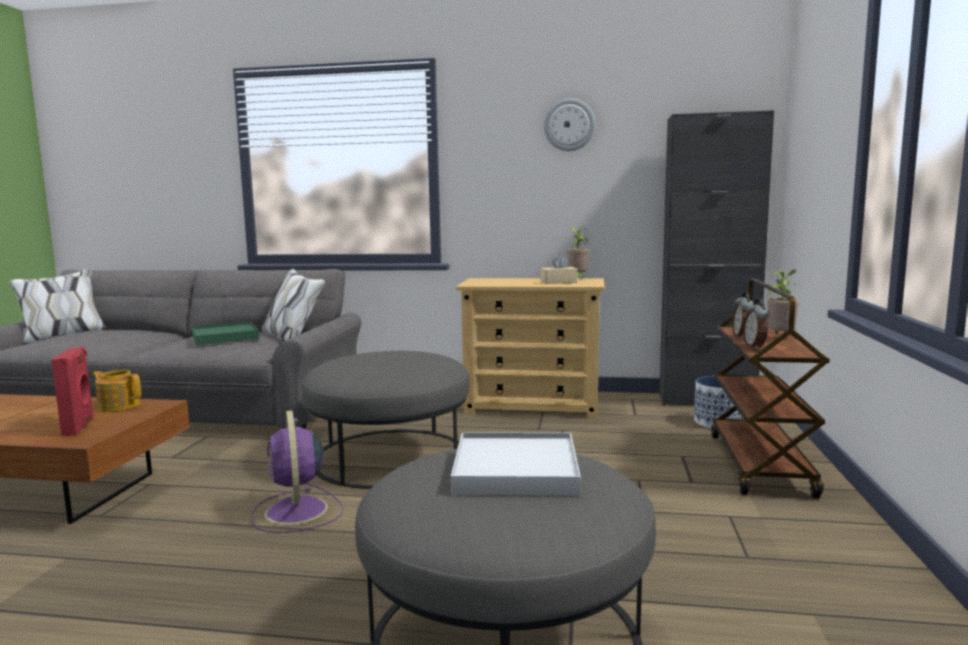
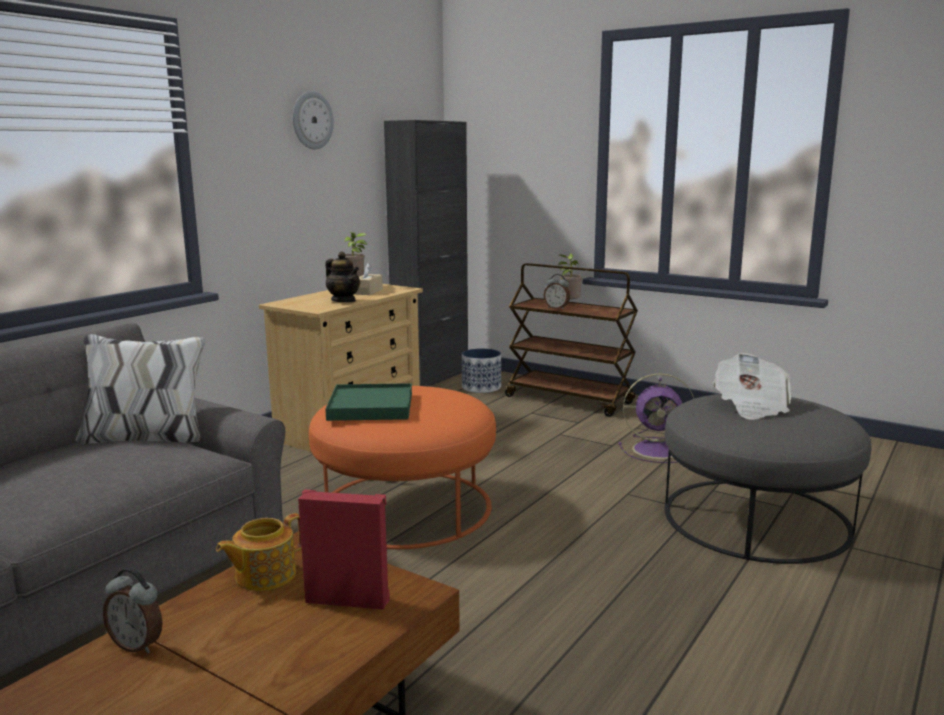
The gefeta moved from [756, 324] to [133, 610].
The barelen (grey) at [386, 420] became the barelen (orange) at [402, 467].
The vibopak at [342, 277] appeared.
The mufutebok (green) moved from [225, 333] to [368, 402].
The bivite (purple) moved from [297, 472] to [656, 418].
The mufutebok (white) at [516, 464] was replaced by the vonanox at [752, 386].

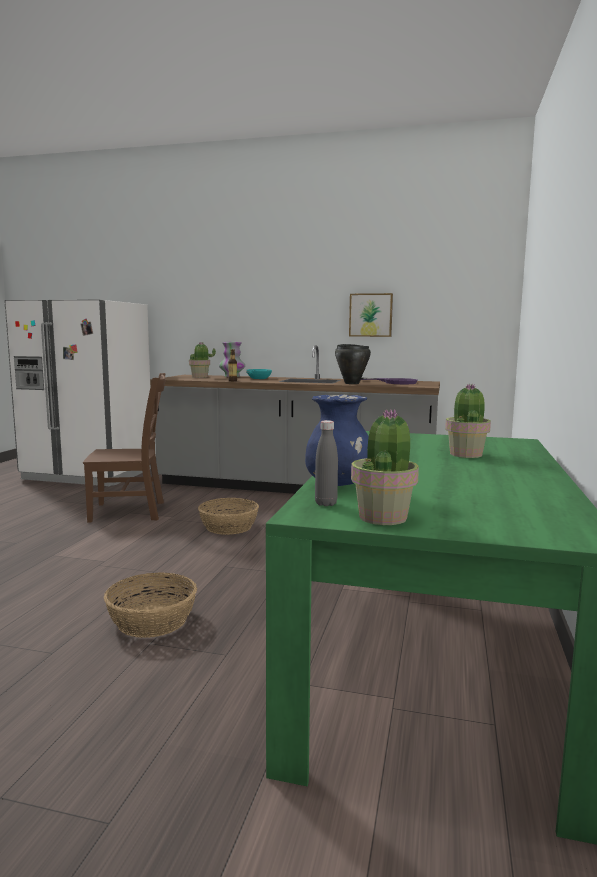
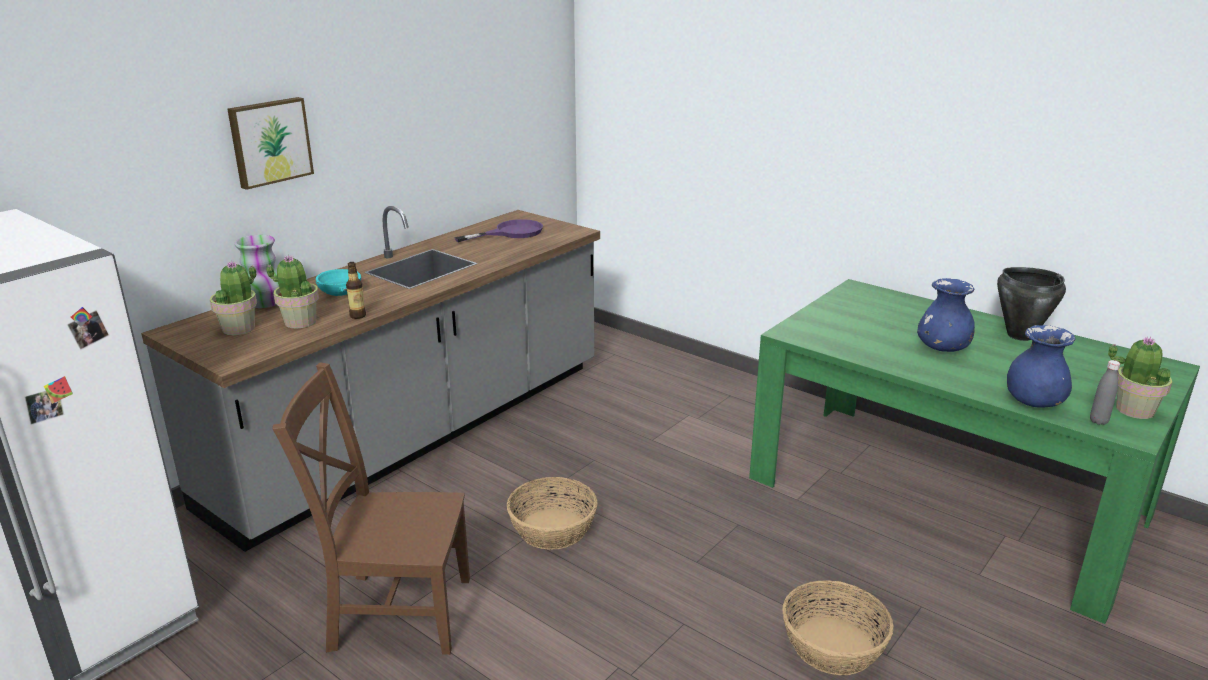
The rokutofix moved from [371, 315] to [270, 143].
The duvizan moved from [468, 421] to [293, 291].
The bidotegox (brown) at [124, 448] turned 105 degrees counterclockwise.
The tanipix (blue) at [946, 315] appeared.
The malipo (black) moved from [353, 364] to [1031, 304].

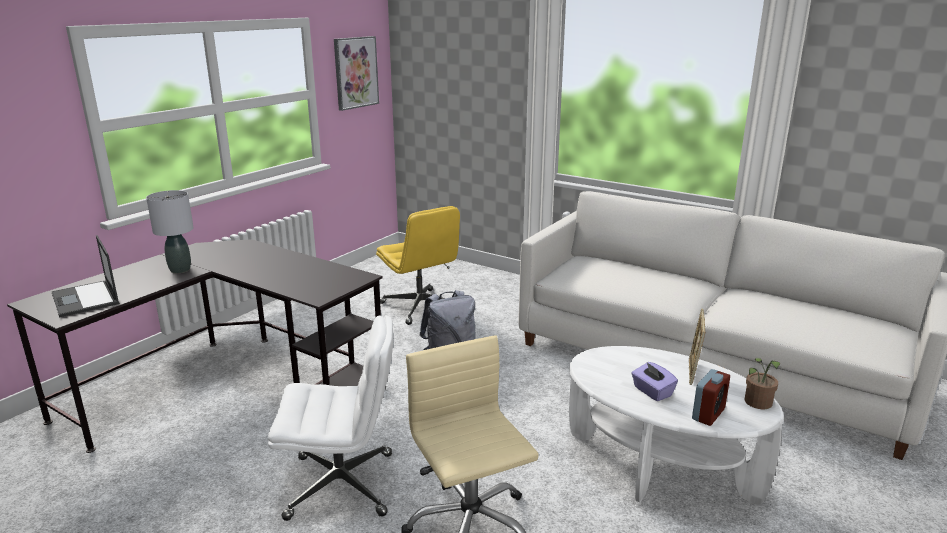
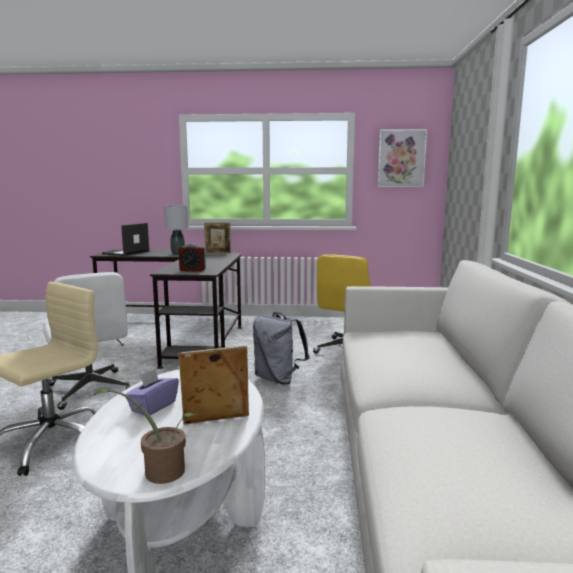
The gefeta moved from [711, 397] to [192, 258].
The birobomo at [217, 238] appeared.

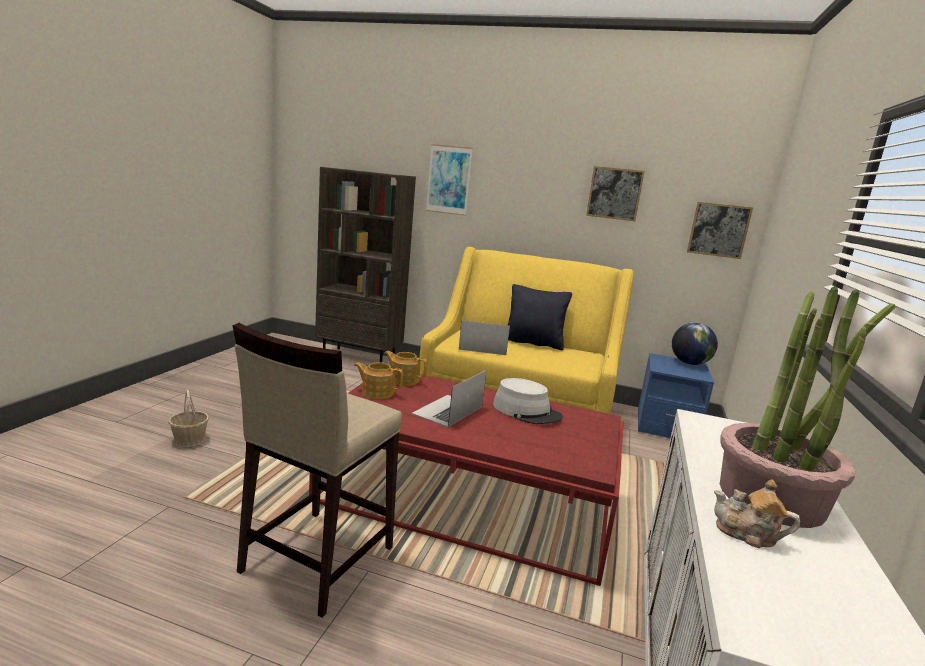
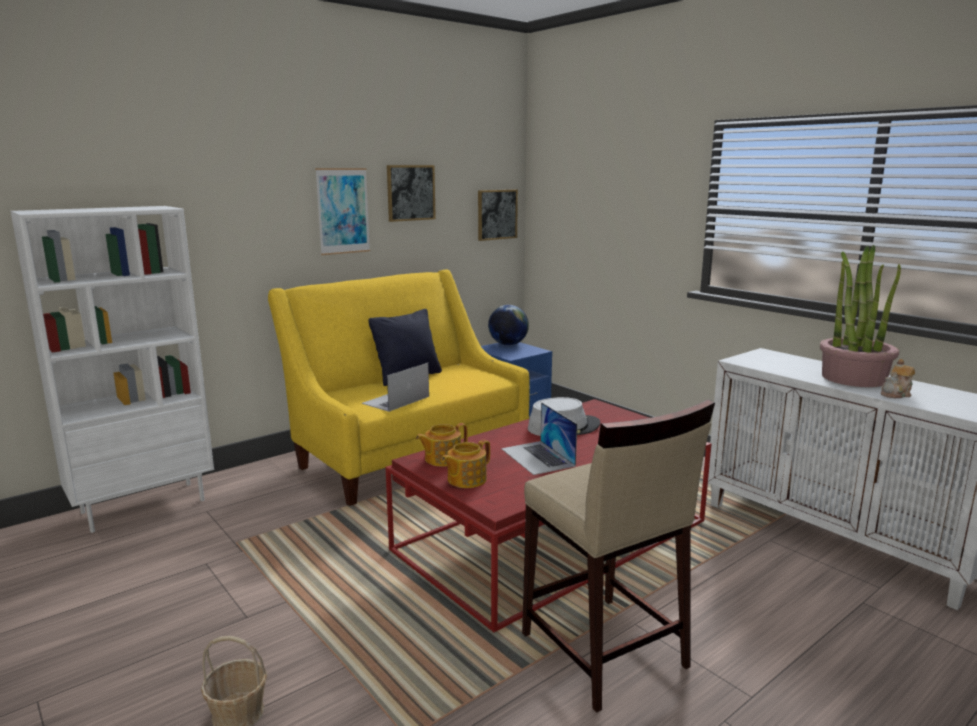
The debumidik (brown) at [365, 264] became the debumidik (white) at [112, 369].
The rokutofix moved from [449, 180] to [342, 211].

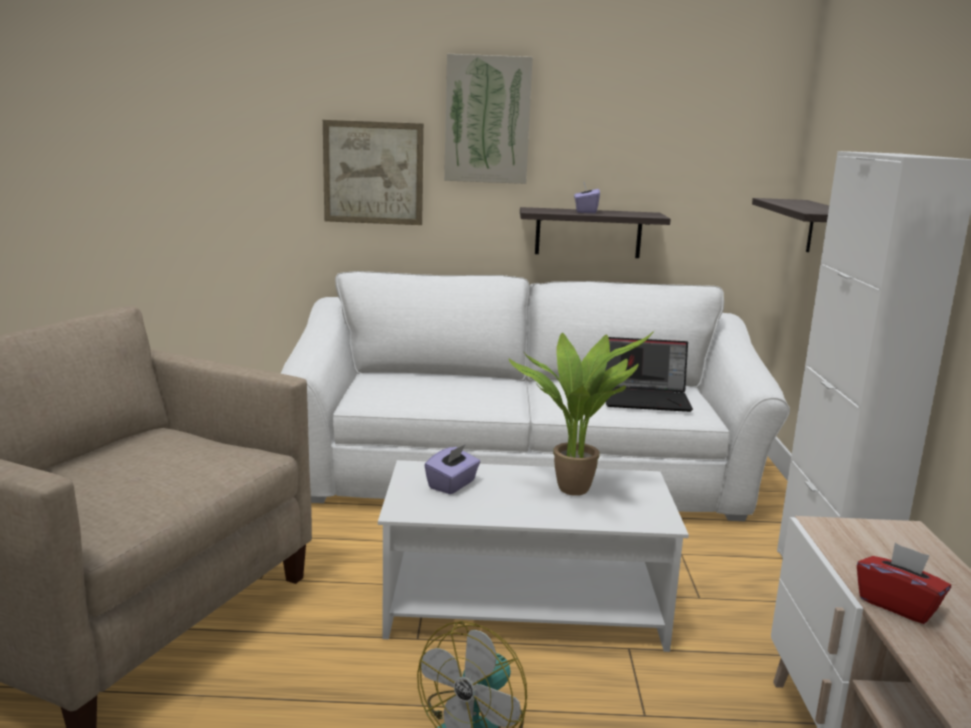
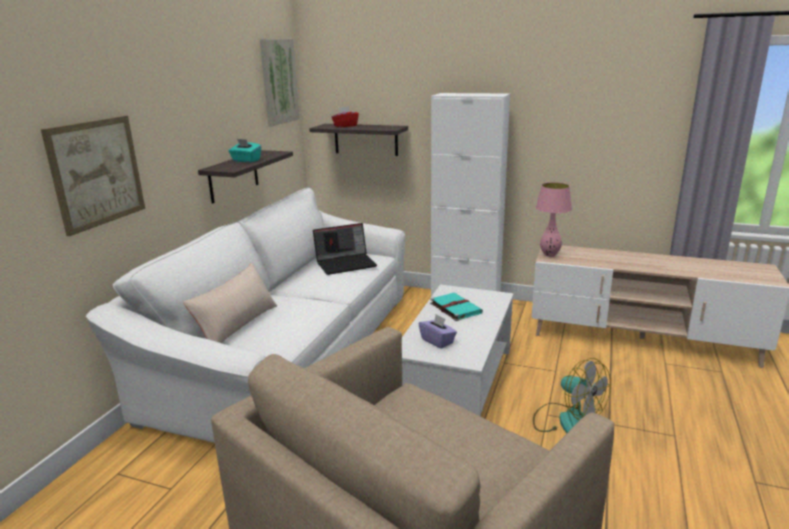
The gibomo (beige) at [230, 303] appeared.
The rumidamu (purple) at [587, 197] became the rumidamu (turquoise) at [245, 151].
The rokutofix moved from [488, 119] to [280, 82].
The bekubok at [649, 374] turned 45 degrees clockwise.
The rumidamu (red) moved from [904, 583] to [345, 116].
The duvizan at [581, 413] was replaced by the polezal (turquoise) at [456, 307].
The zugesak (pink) at [554, 219] appeared.

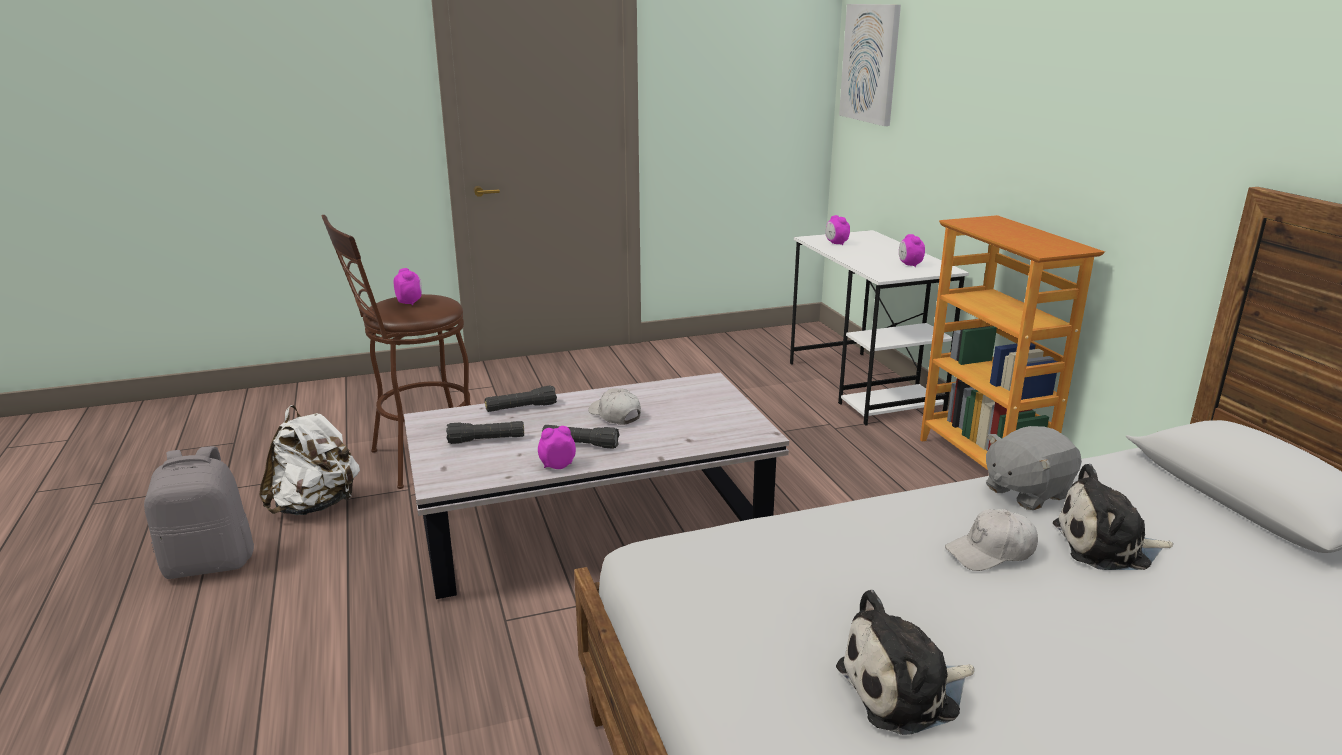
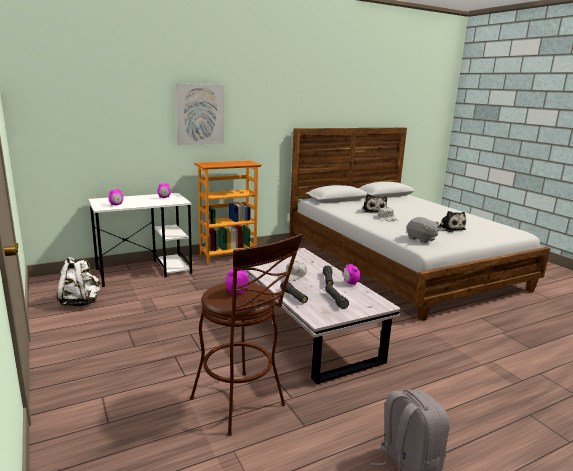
The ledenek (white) moved from [309, 460] to [78, 282].
The rokutofix moved from [870, 65] to [199, 114].
The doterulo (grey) moved from [1034, 468] to [422, 230].

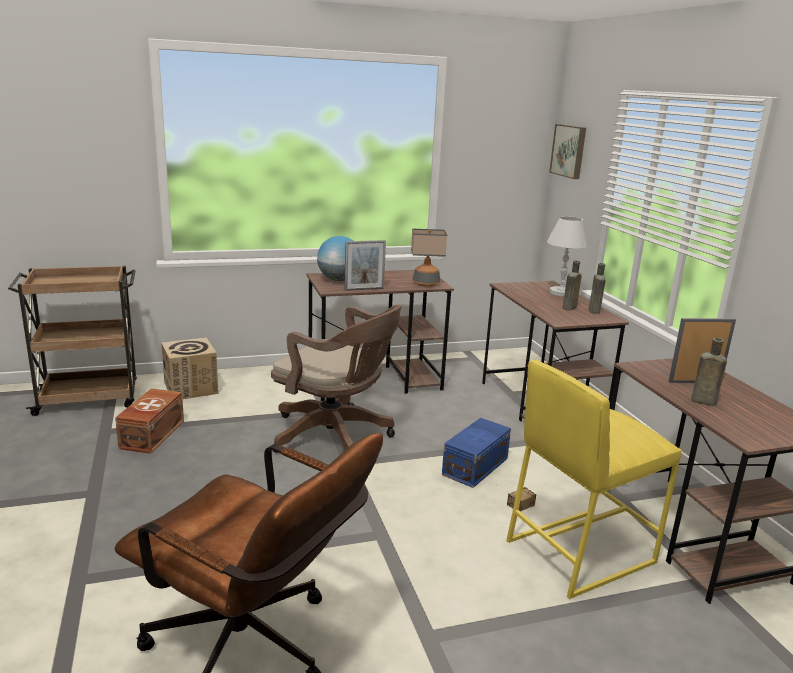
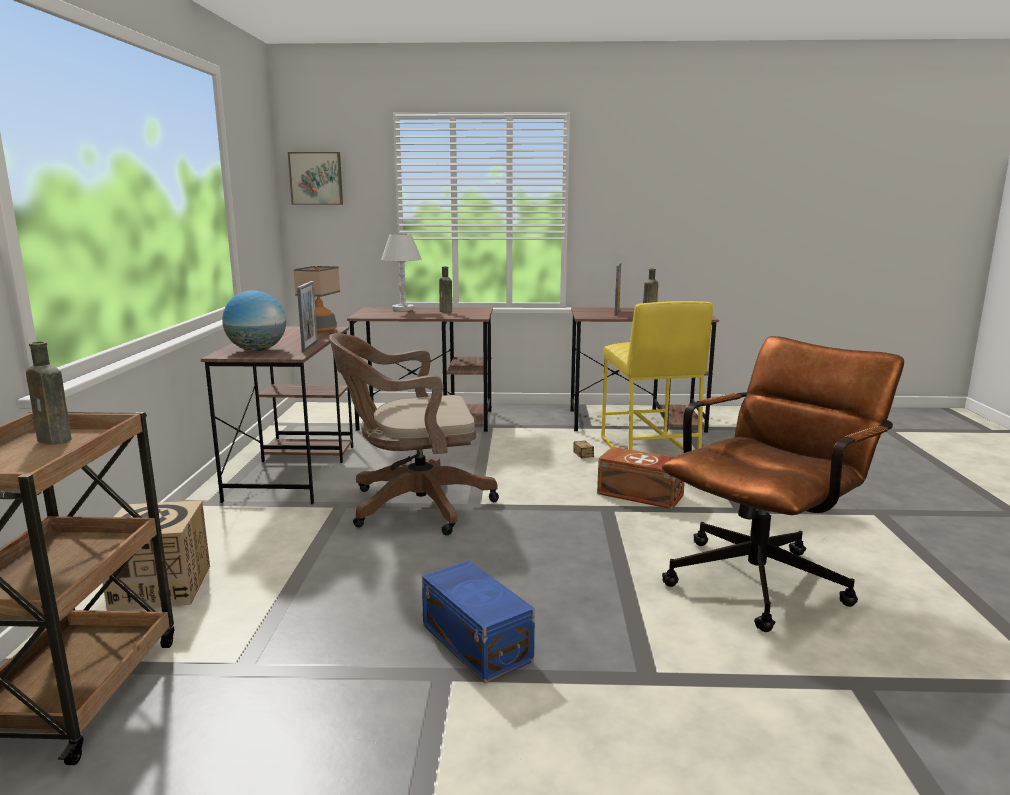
The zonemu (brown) moved from [597, 288] to [48, 393].
The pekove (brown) at [336, 379] turned 150 degrees counterclockwise.
The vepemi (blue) moved from [476, 453] to [478, 622].
The vepemi (brown) moved from [149, 421] to [641, 478].

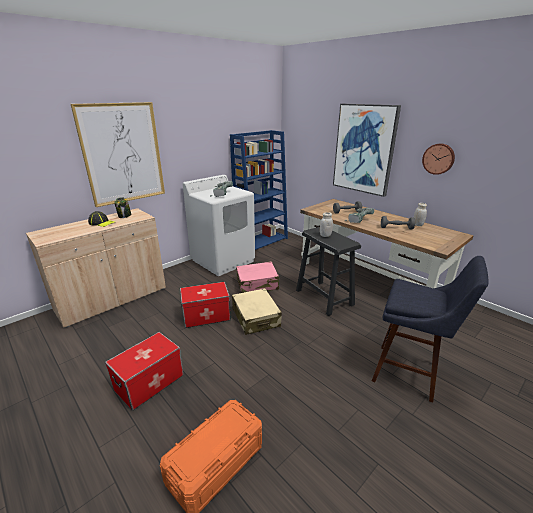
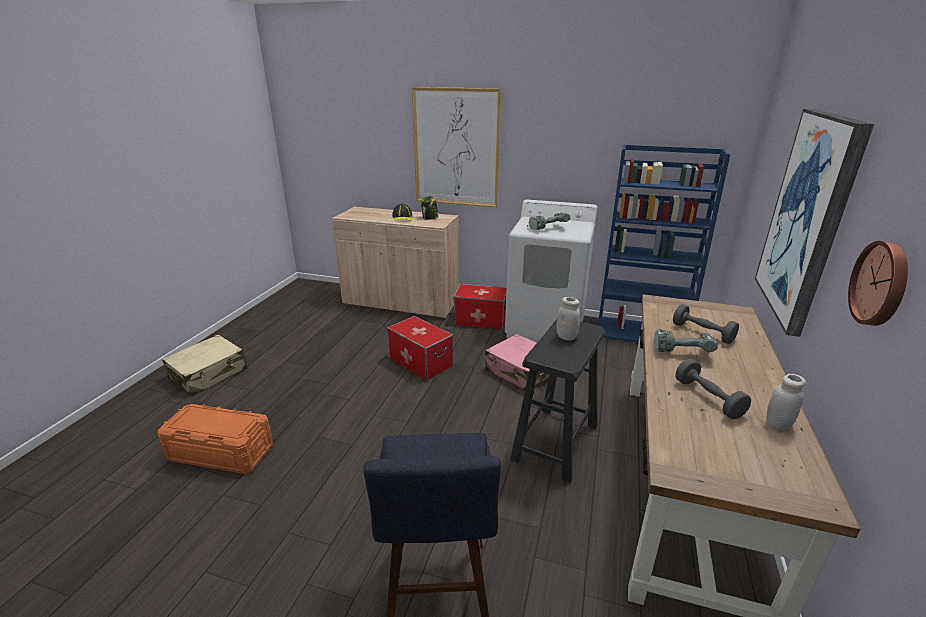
The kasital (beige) moved from [257, 311] to [204, 365].
The vepemi moved from [144, 371] to [480, 307].

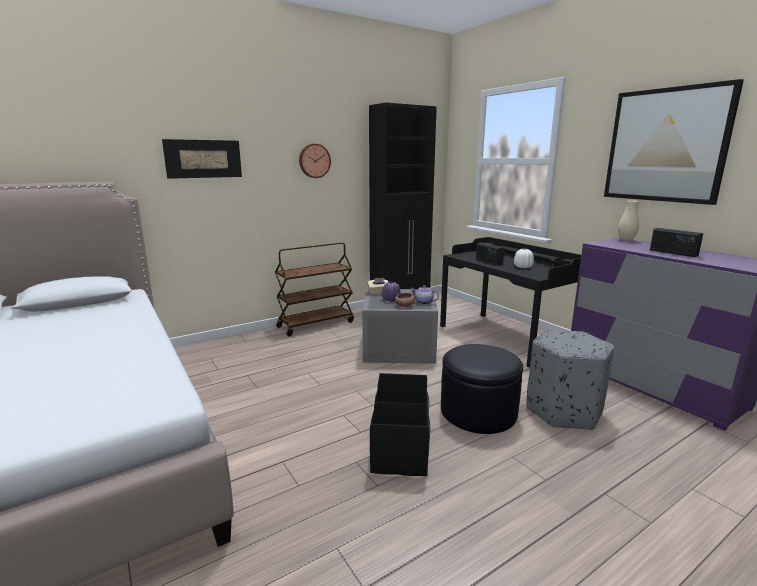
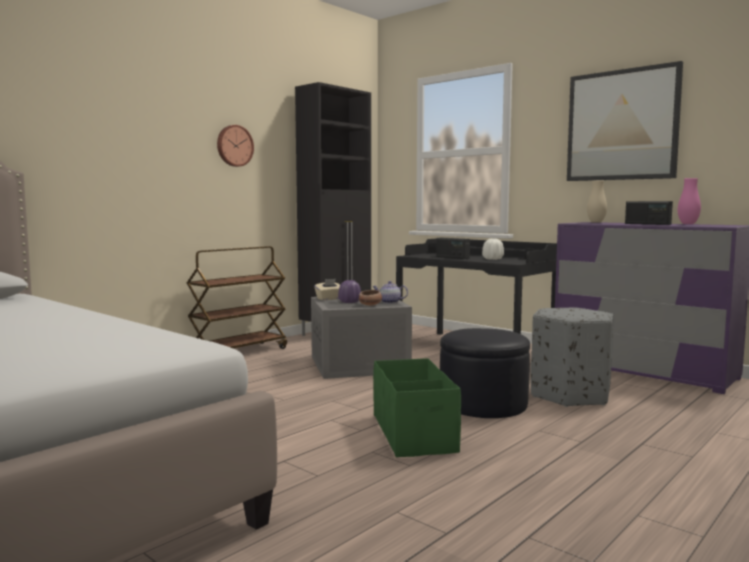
The vepemi (black) at [400, 424] became the vepemi (green) at [417, 407].
The tanipix (pink) at [689, 201] appeared.
The rokutofix at [202, 159] disappeared.

